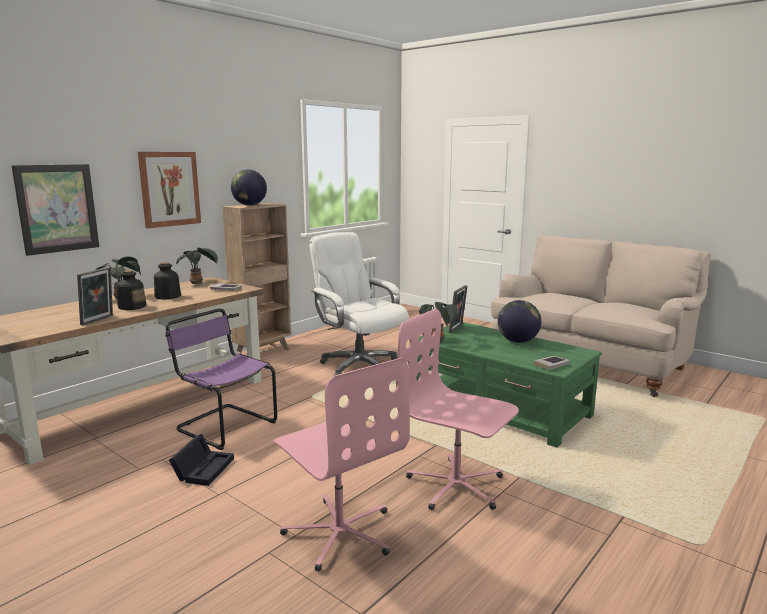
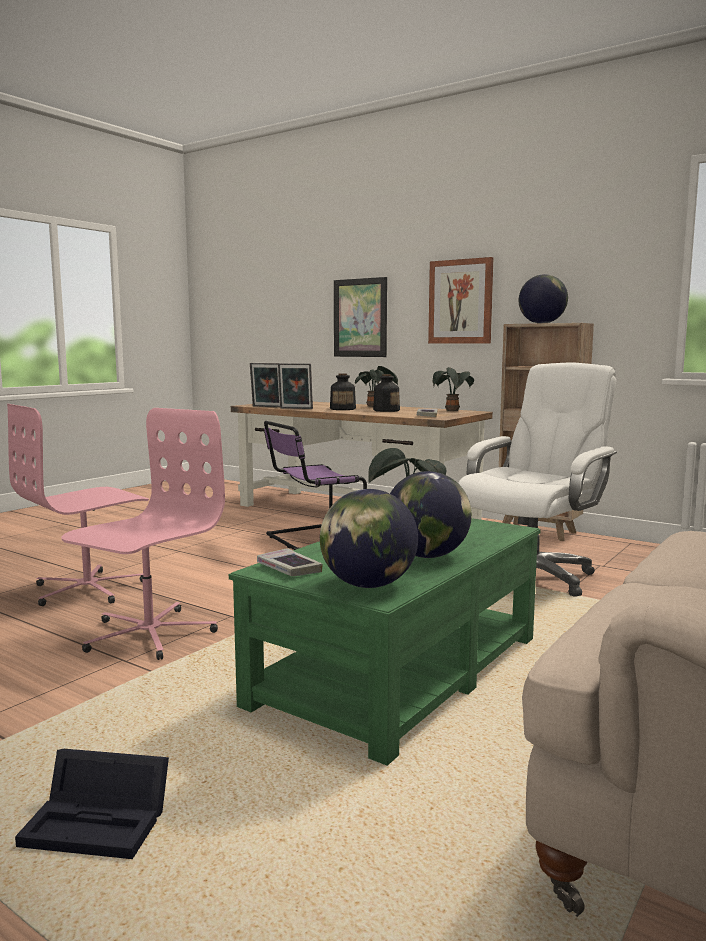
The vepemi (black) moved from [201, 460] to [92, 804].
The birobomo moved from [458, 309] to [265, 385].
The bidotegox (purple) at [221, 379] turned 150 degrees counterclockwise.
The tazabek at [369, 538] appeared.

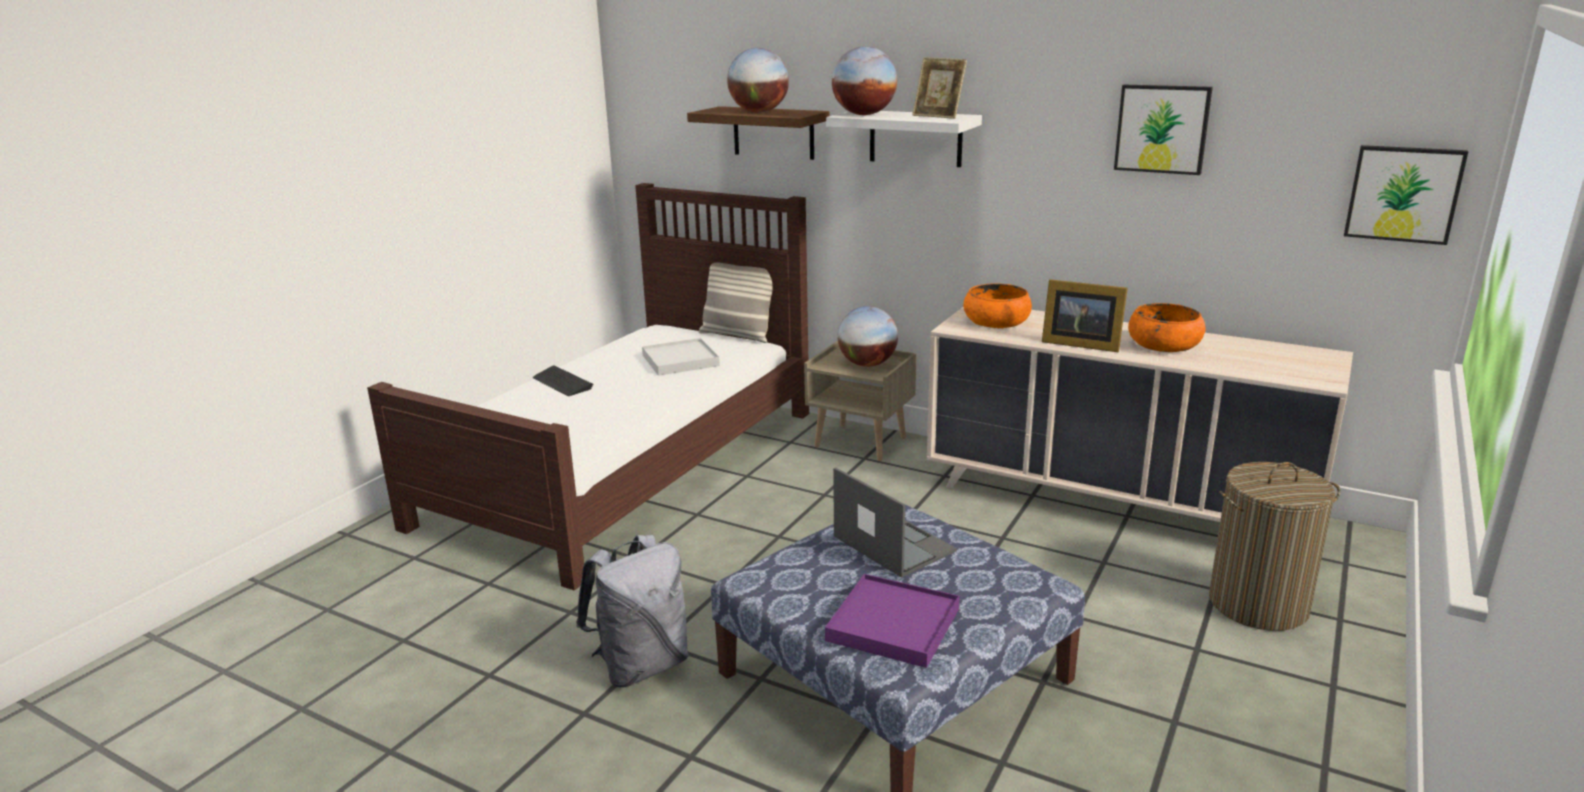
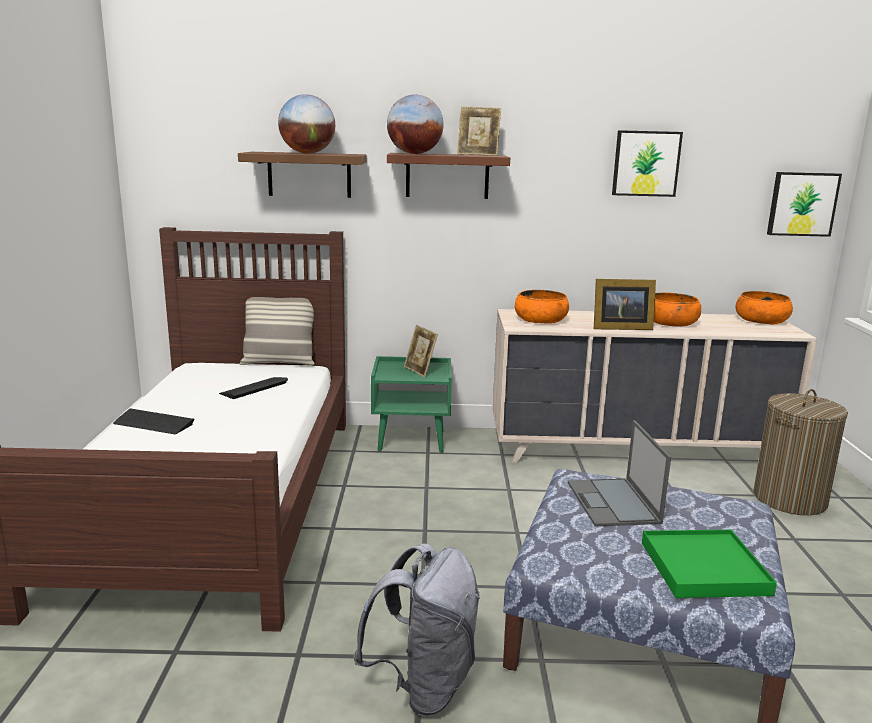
The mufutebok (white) at [681, 357] was replaced by the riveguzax at [253, 388].
The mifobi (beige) at [860, 401] became the mifobi (green) at [411, 404].
The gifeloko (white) at [904, 139] became the gifeloko (brown) at [448, 176].
The tazabek at [868, 336] was replaced by the birobomo at [421, 351].
The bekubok at [895, 522] turned 120 degrees counterclockwise.
The mufutebok (purple) at [892, 621] became the mufutebok (green) at [709, 564].
The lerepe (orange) at [764, 308] appeared.

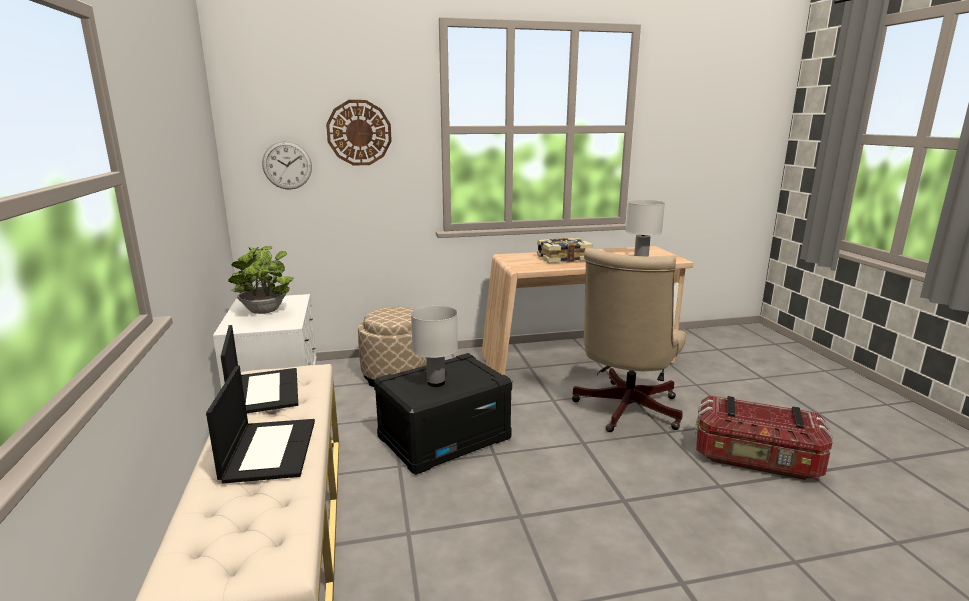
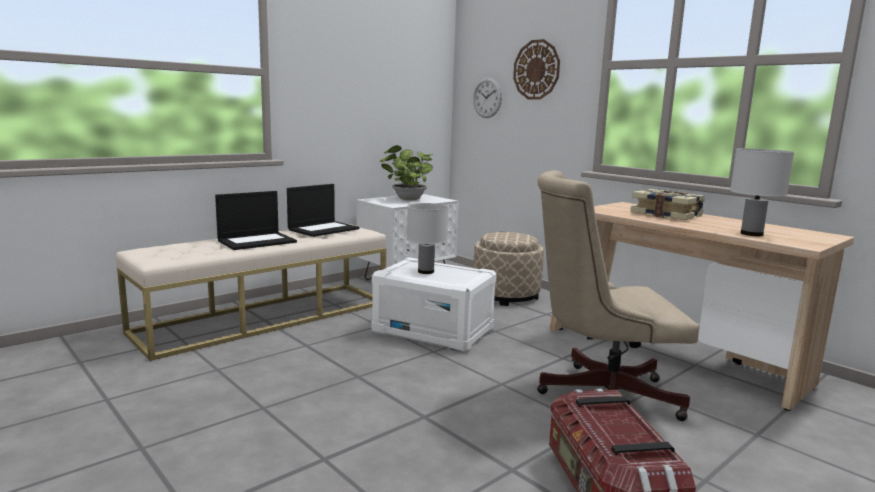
The vepemi (black) at [443, 414] became the vepemi (white) at [434, 304].

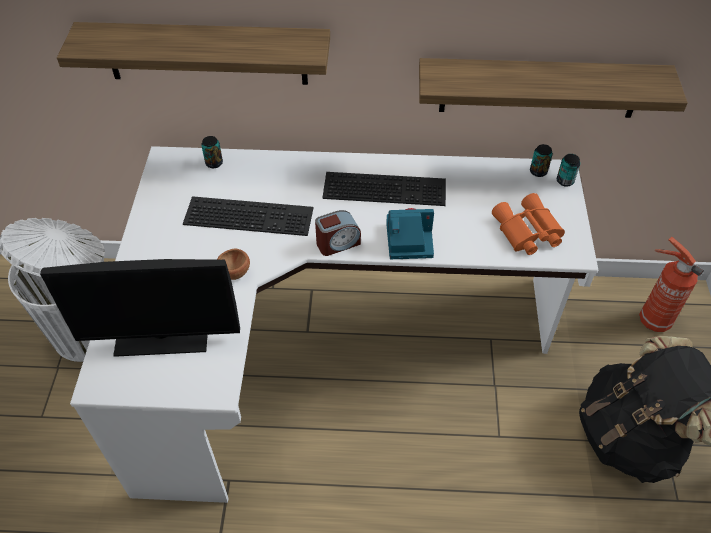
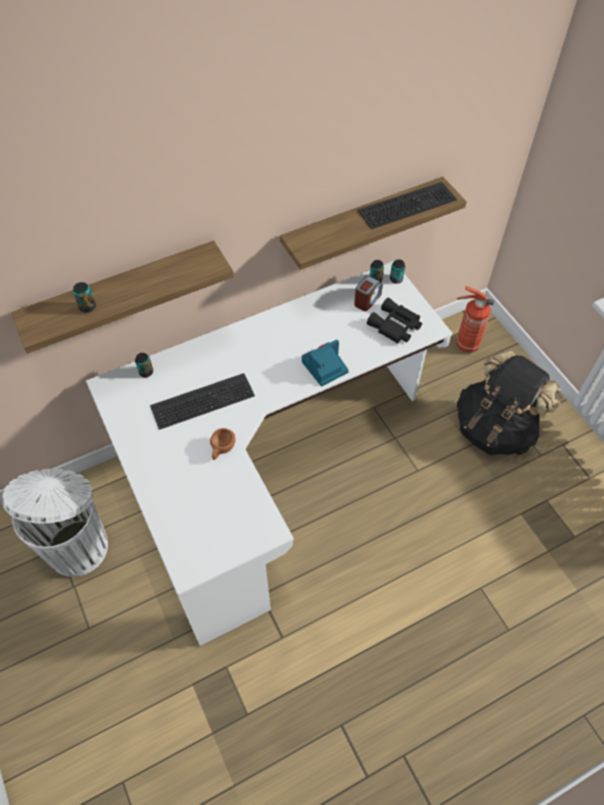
The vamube at [84, 297] appeared.
The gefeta moved from [338, 233] to [368, 293].
The riveguzax moved from [384, 189] to [407, 205].
The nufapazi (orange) at [528, 224] became the nufapazi (black) at [394, 321].
The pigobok at [140, 308] disappeared.

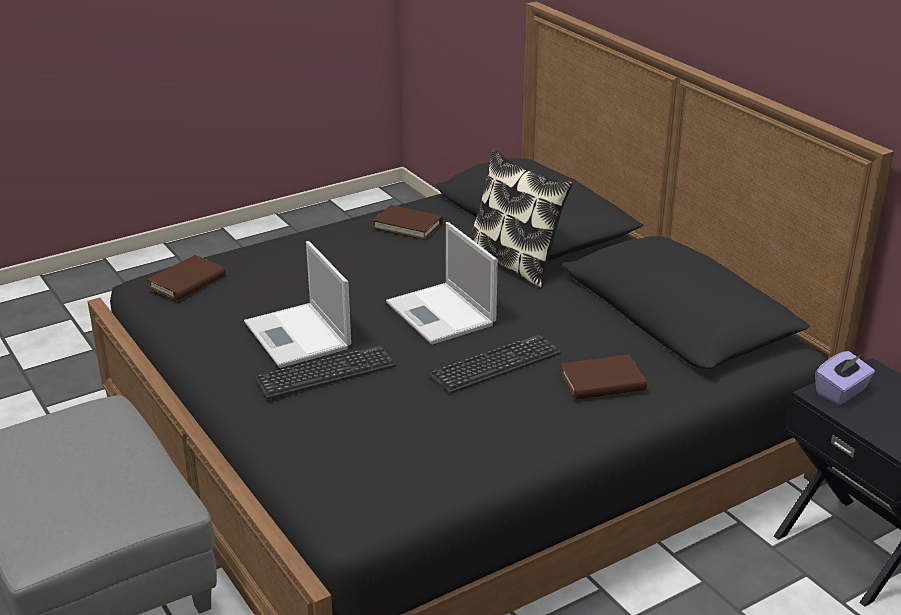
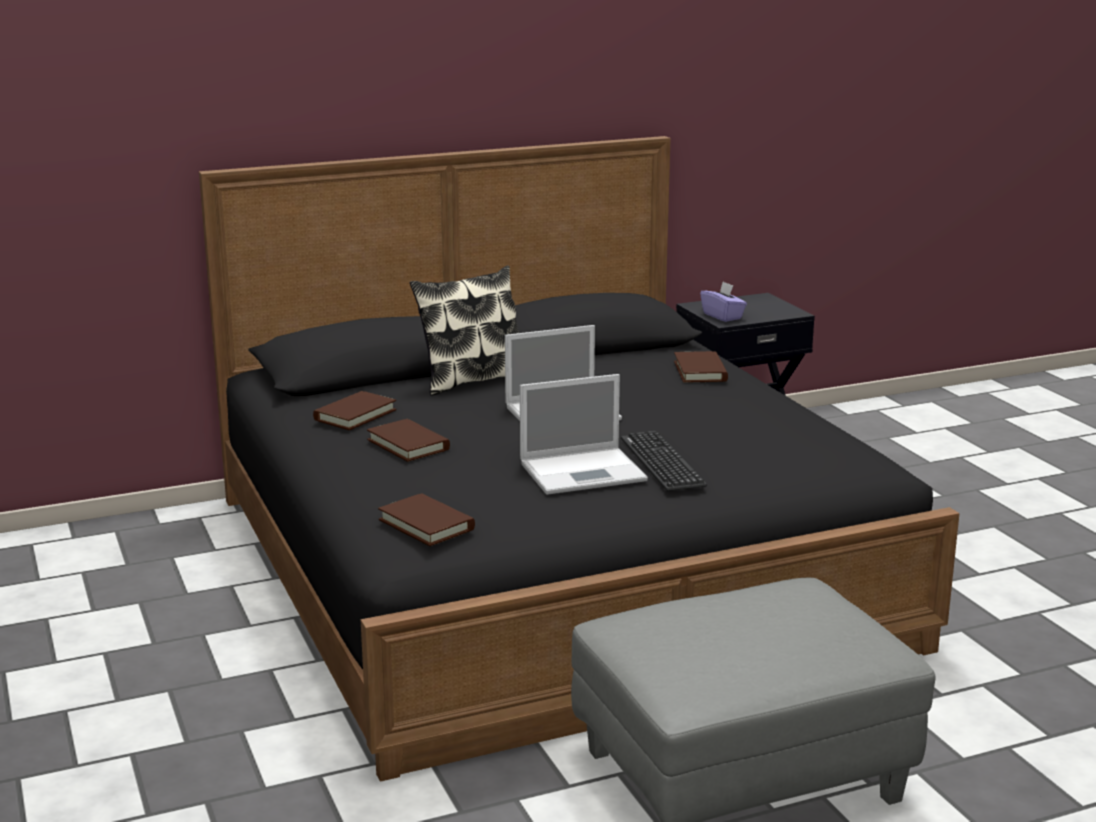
The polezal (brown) at [408, 440] appeared.
The riveguzax at [495, 364] disappeared.

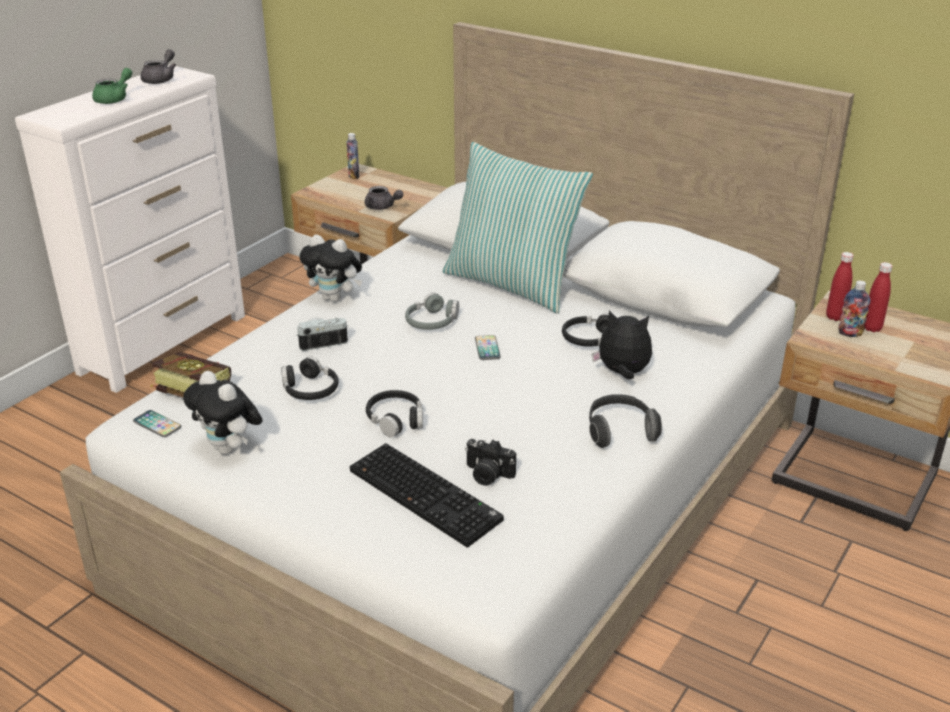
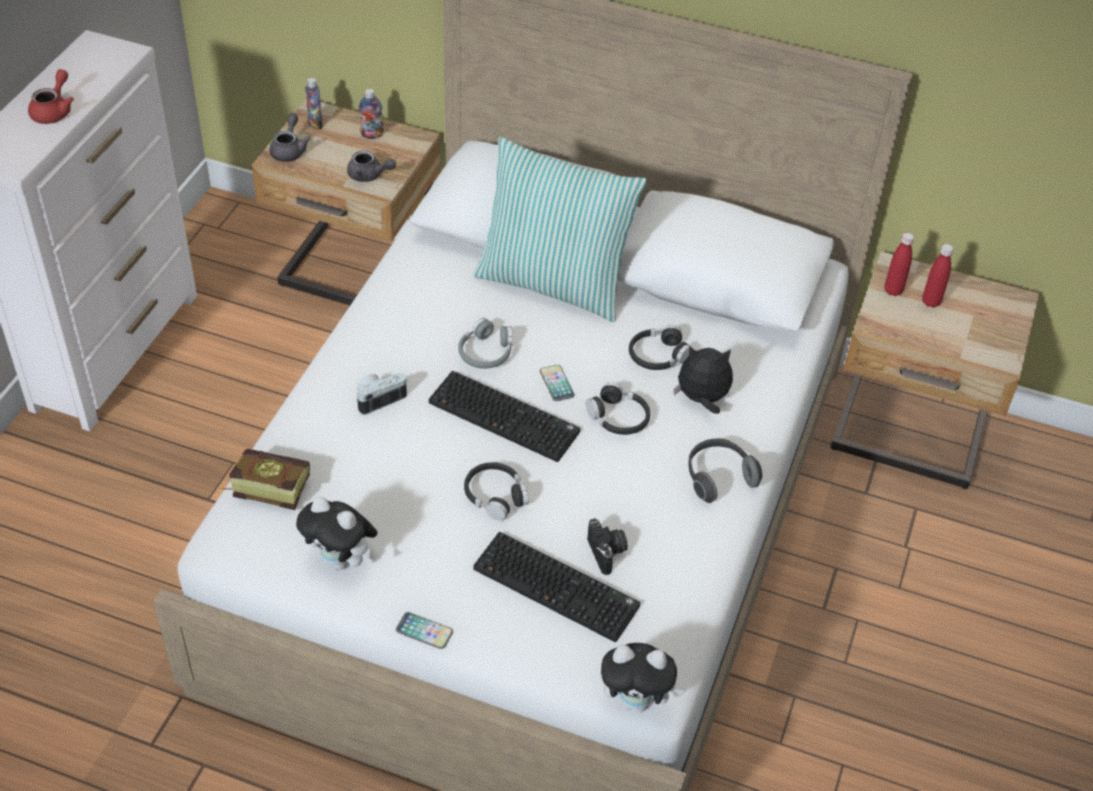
The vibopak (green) at [112, 86] became the vibopak (red) at [51, 96].
The vibopak (grey) moved from [158, 66] to [290, 137].
The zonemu moved from [854, 308] to [371, 114].
The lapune moved from [157, 423] to [424, 630].
The riveguzax at [504, 416] appeared.
The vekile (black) moved from [310, 378] to [618, 408].
The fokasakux at [490, 462] turned 120 degrees counterclockwise.
The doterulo moved from [331, 268] to [642, 677].

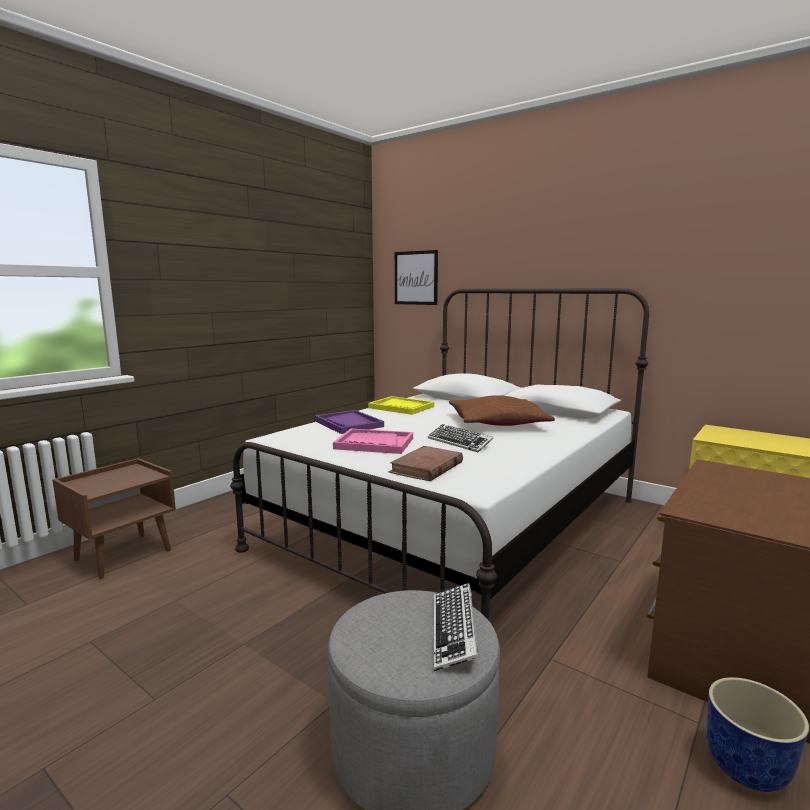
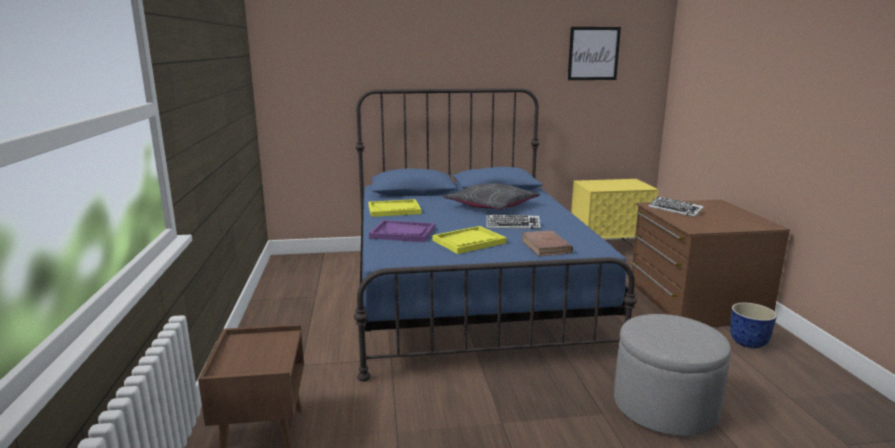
The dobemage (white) at [439, 454] became the dobemage (blue) at [495, 234].
The mufutebok (pink) at [373, 441] became the mufutebok (yellow) at [469, 240].
The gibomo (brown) at [502, 410] became the gibomo (grey) at [492, 196].
The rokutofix moved from [416, 277] to [594, 53].
The riveguzax moved from [456, 627] to [676, 206].

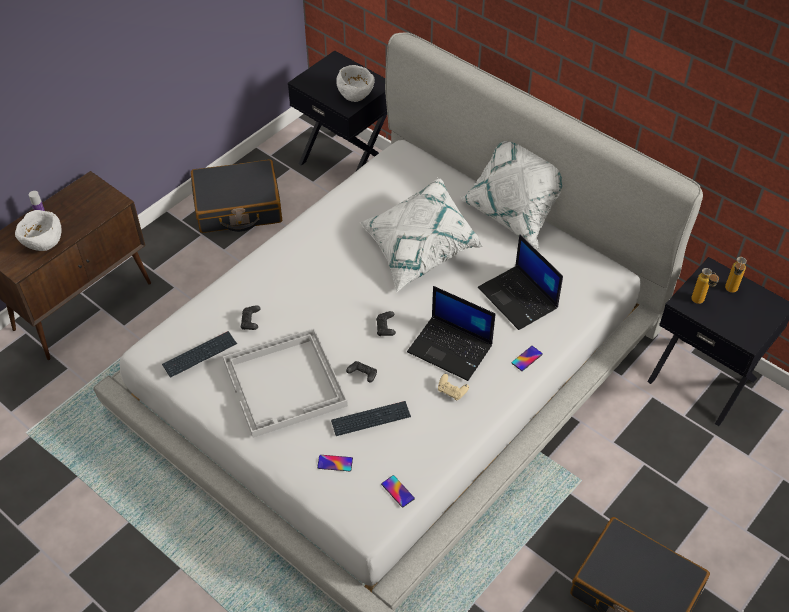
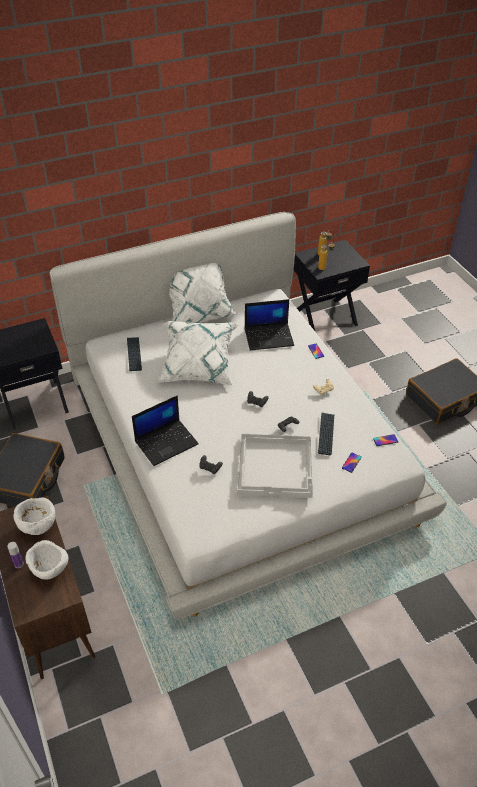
The lerepe (white) moved from [355, 83] to [34, 516].
The riveguzax moved from [199, 354] to [134, 354].
The bekubok moved from [451, 333] to [165, 430].

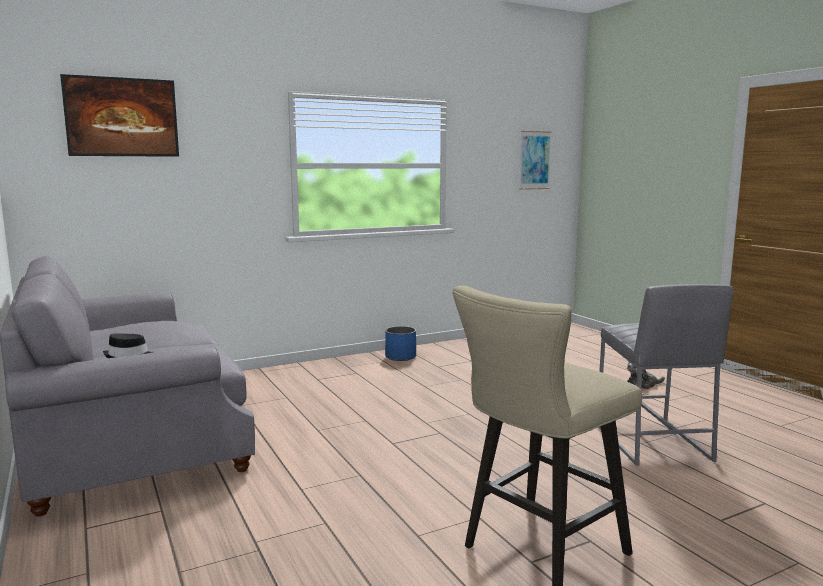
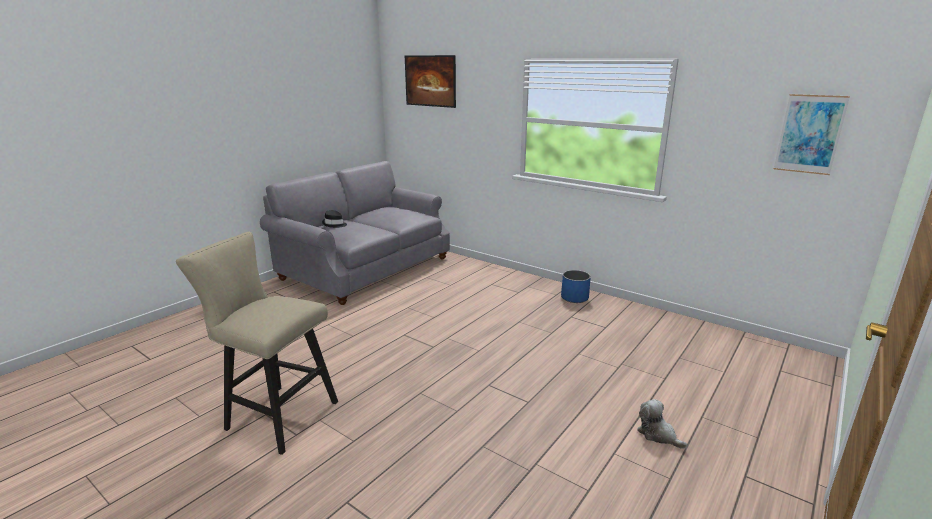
The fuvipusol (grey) at [666, 375] disappeared.

